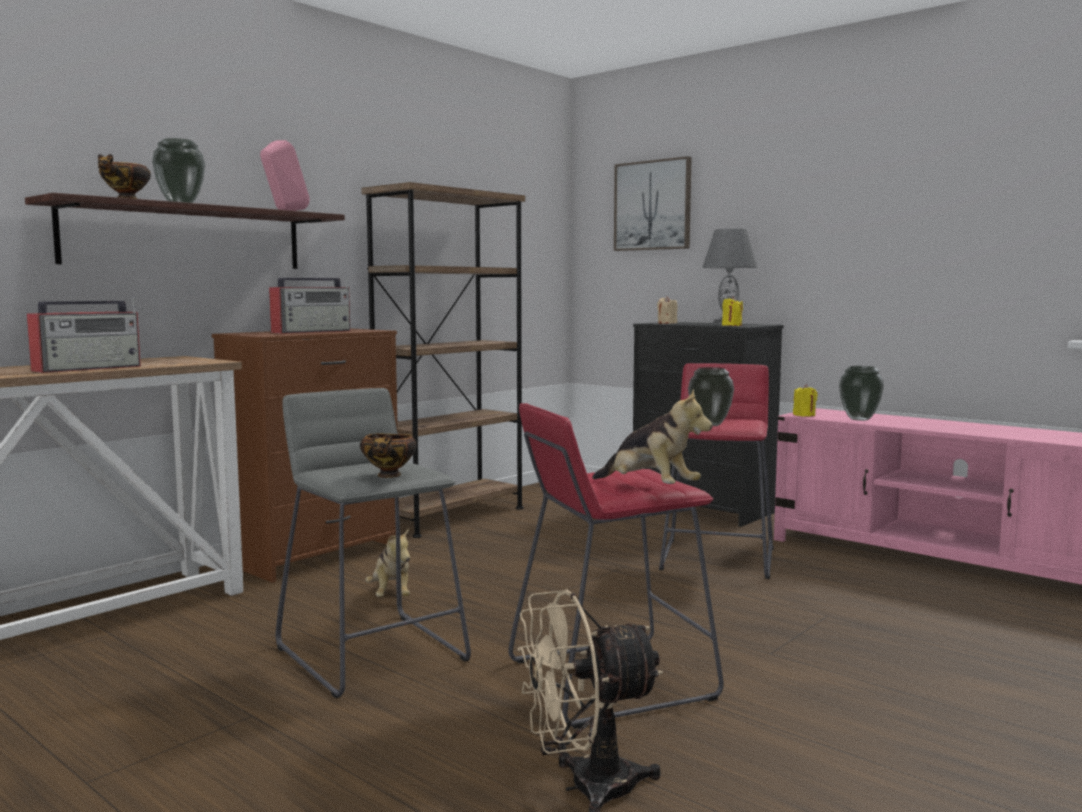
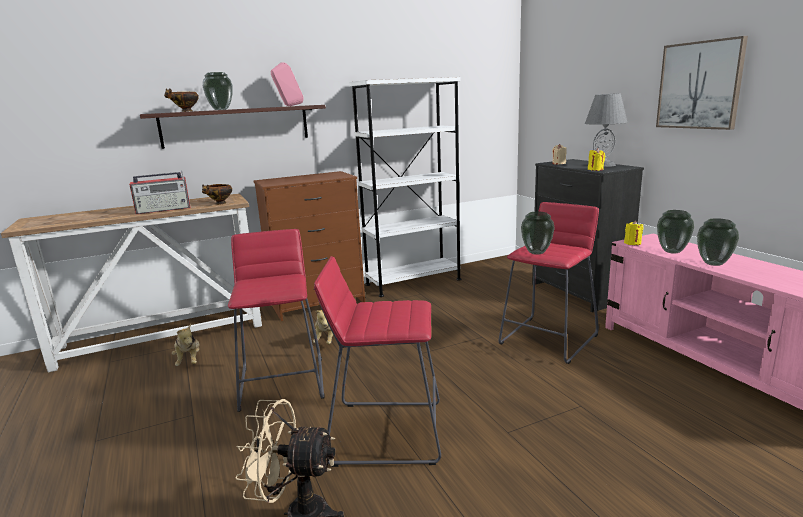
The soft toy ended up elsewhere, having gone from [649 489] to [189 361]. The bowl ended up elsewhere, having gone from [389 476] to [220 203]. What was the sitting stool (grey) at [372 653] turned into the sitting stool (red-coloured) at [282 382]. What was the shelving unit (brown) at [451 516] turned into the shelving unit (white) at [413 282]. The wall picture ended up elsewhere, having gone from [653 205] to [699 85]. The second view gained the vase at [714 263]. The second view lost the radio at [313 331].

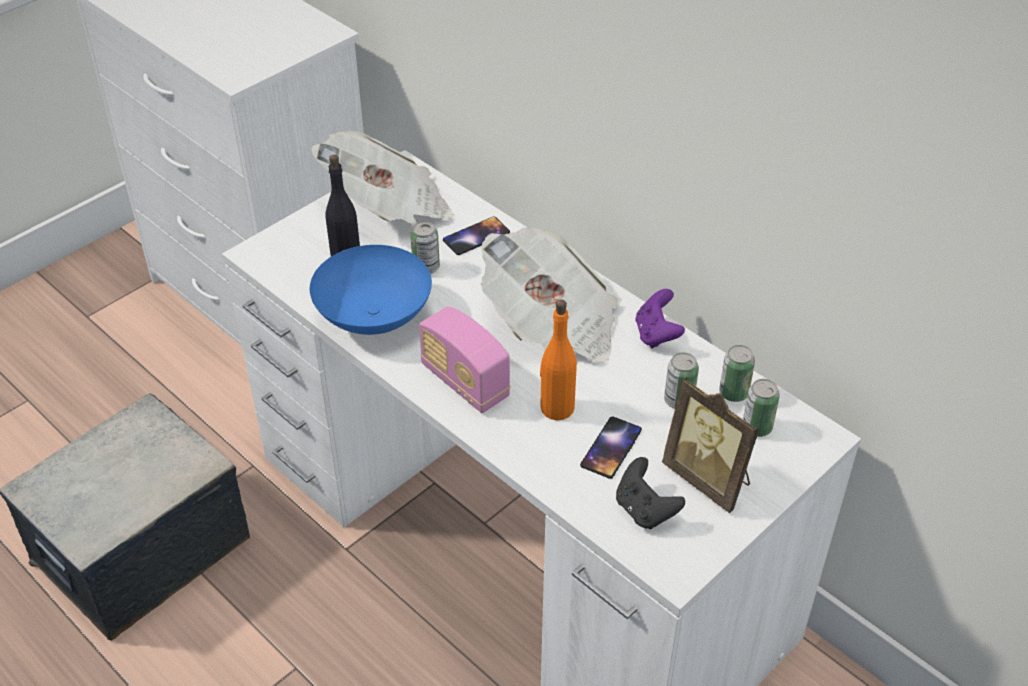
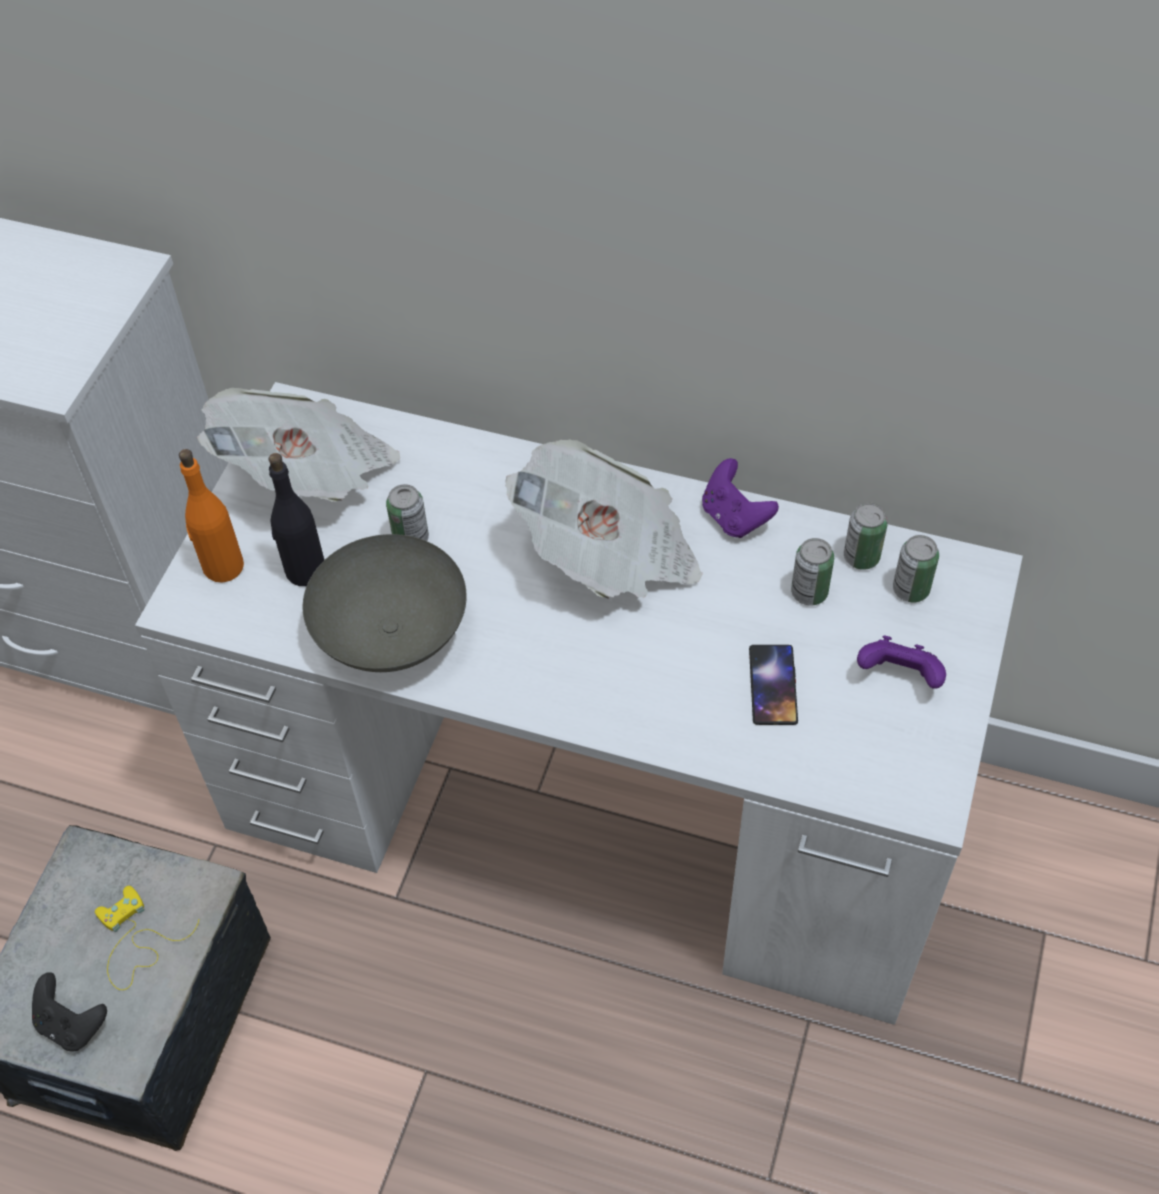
The game controller (black) ended up elsewhere, having gone from [644 510] to [72 1024]. The second view gained the game controller (yellow-coloured) at [135 940]. The drink bottle (orange) ended up elsewhere, having gone from [556 408] to [223 566]. What was the bowl (blue-coloured) at [374 316] turned into the bowl (grey) at [390 632]. Where the picture frame stood at [709 479], the game controller (purple-coloured) came to stand at [899 676]. The second view lost the radio at [465 382]. The second view lost the phone at [476 236].

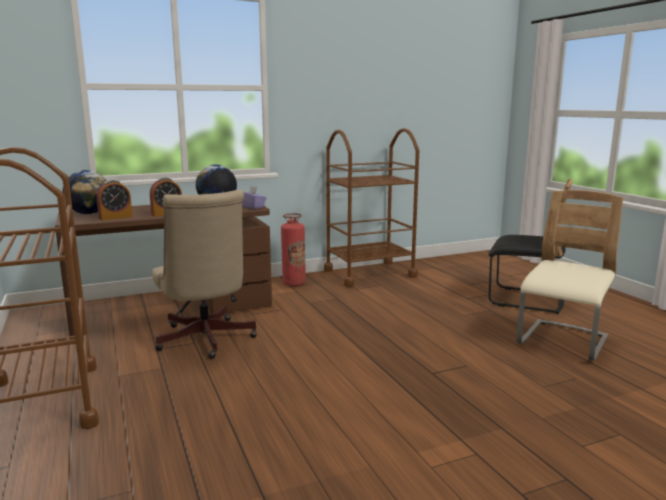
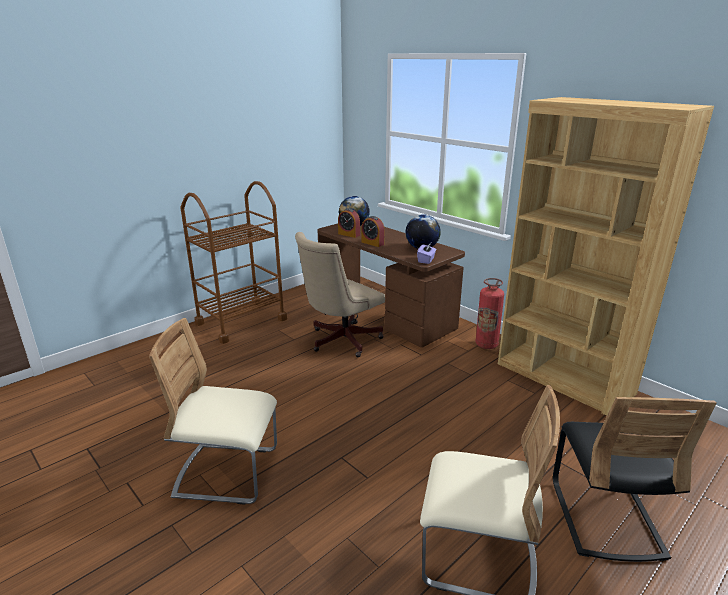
The second view gained the chair (sand-coloured) at [227 473]. Where the wheeled cart (brown) stood at [369 274], the shelving unit (brown) came to stand at [564 379].

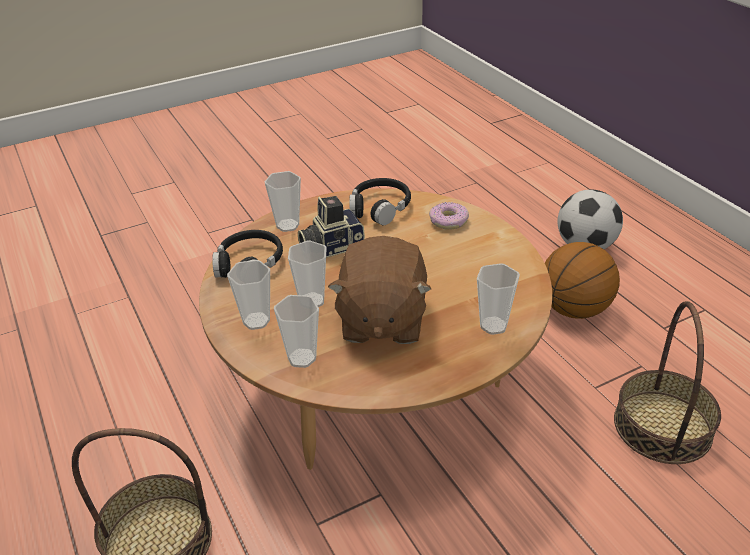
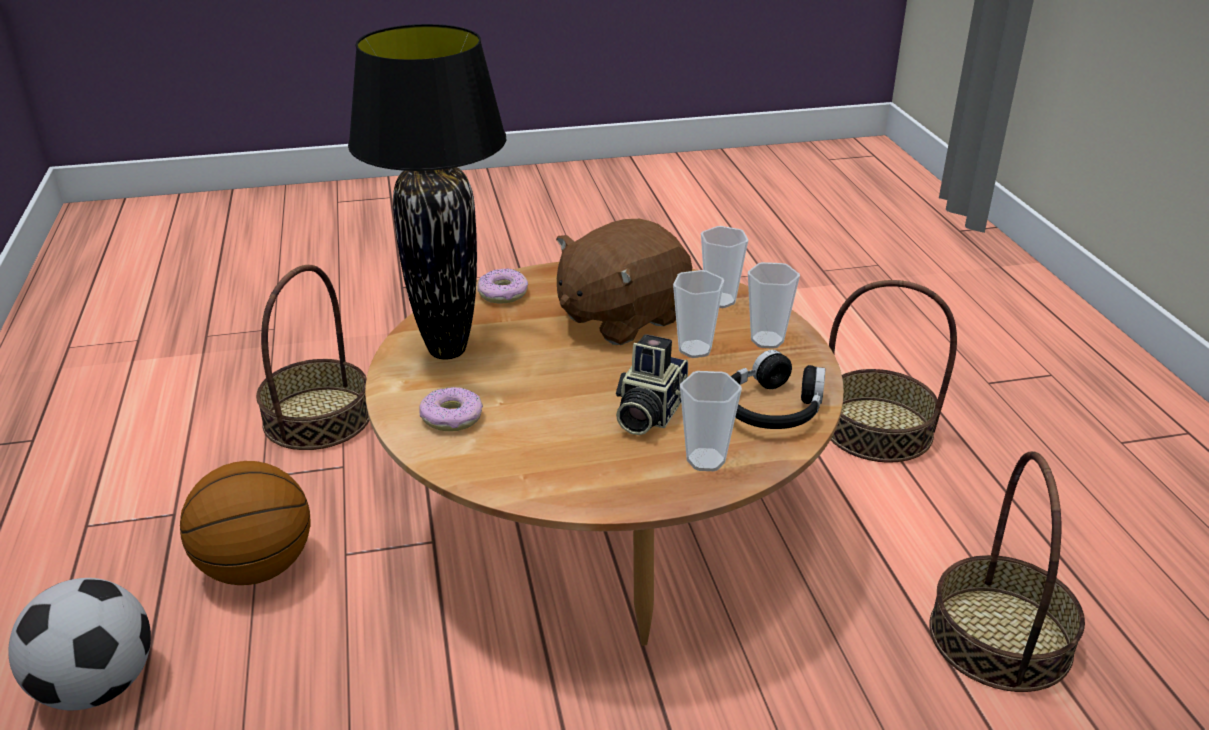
The second view gained the table lamp (black) at [447 350]. Where the small cup stood at [493 326], the ring doughnut came to stand at [503 293]. The soft toy (brown) at [381 320] ended up facing another way, 150 degrees counterclockwise from before. The photo camera at [331 246] ended up facing another way, 120 degrees clockwise from before. The second view gained the household basket at [1000 638]. The second view lost the headphones (black) at [379 208].

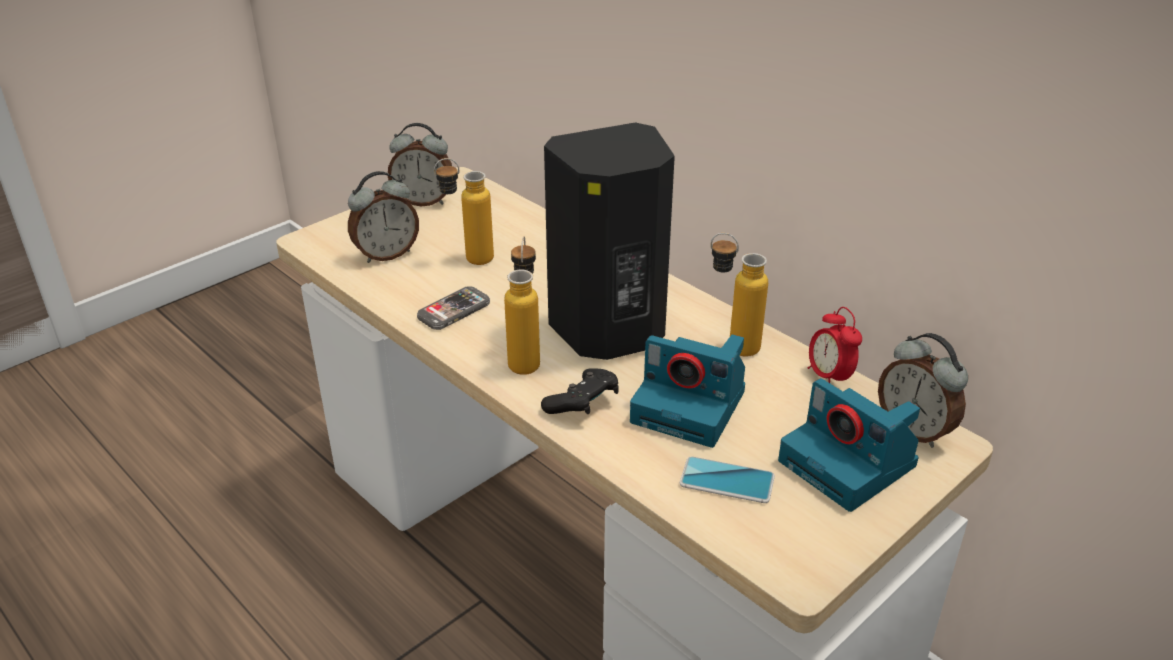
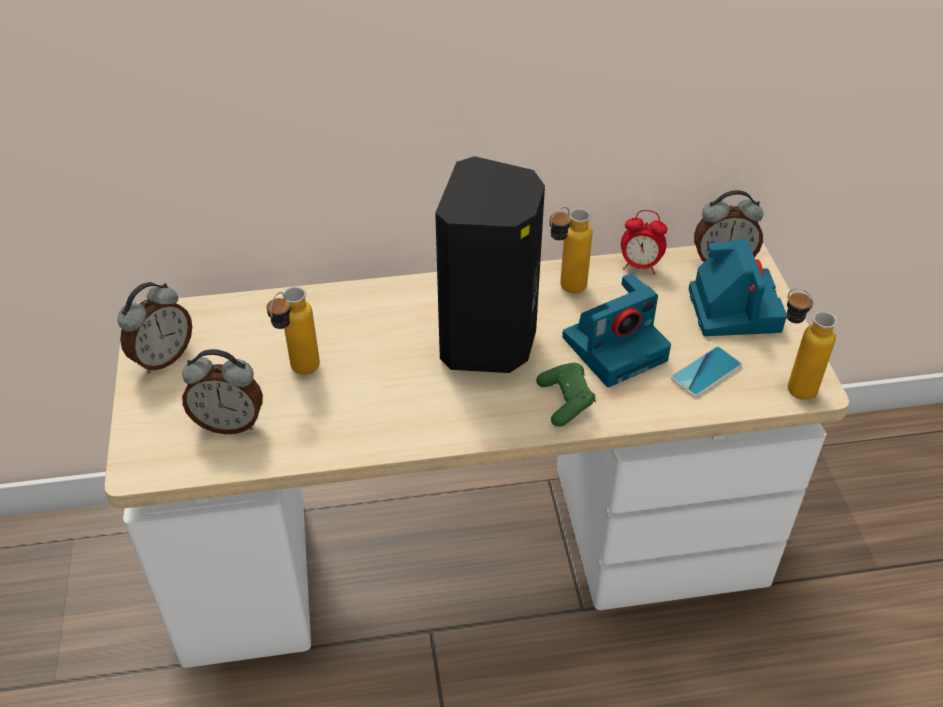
The alarm clock at [386 254] ended up facing another way, 90 degrees clockwise from before. What was the game controller (black) at [583 405] turned into the game controller (green-coloured) at [566 401]. The photo camera at [850 464] ended up facing another way, 90 degrees counterclockwise from before. The drink bottle ended up elsewhere, having gone from [525 358] to [790 384]. The second view lost the phone at [454 310].

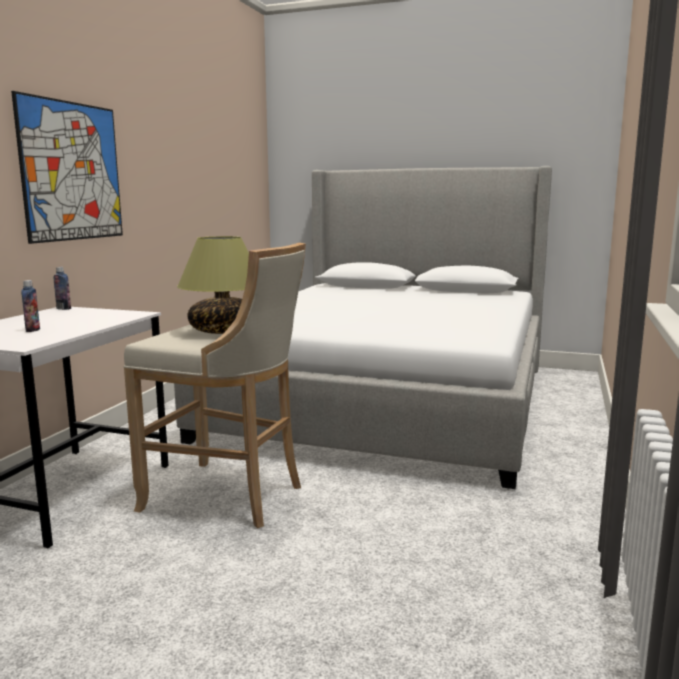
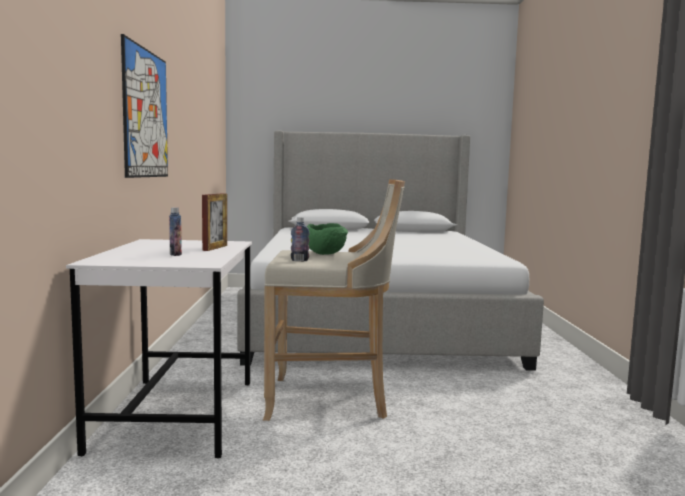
The second view gained the picture frame at [215 248]. The drink bottle ended up elsewhere, having gone from [63 308] to [299 260]. Where the table lamp stood at [224 331], the bowl (green-coloured) came to stand at [326 254].

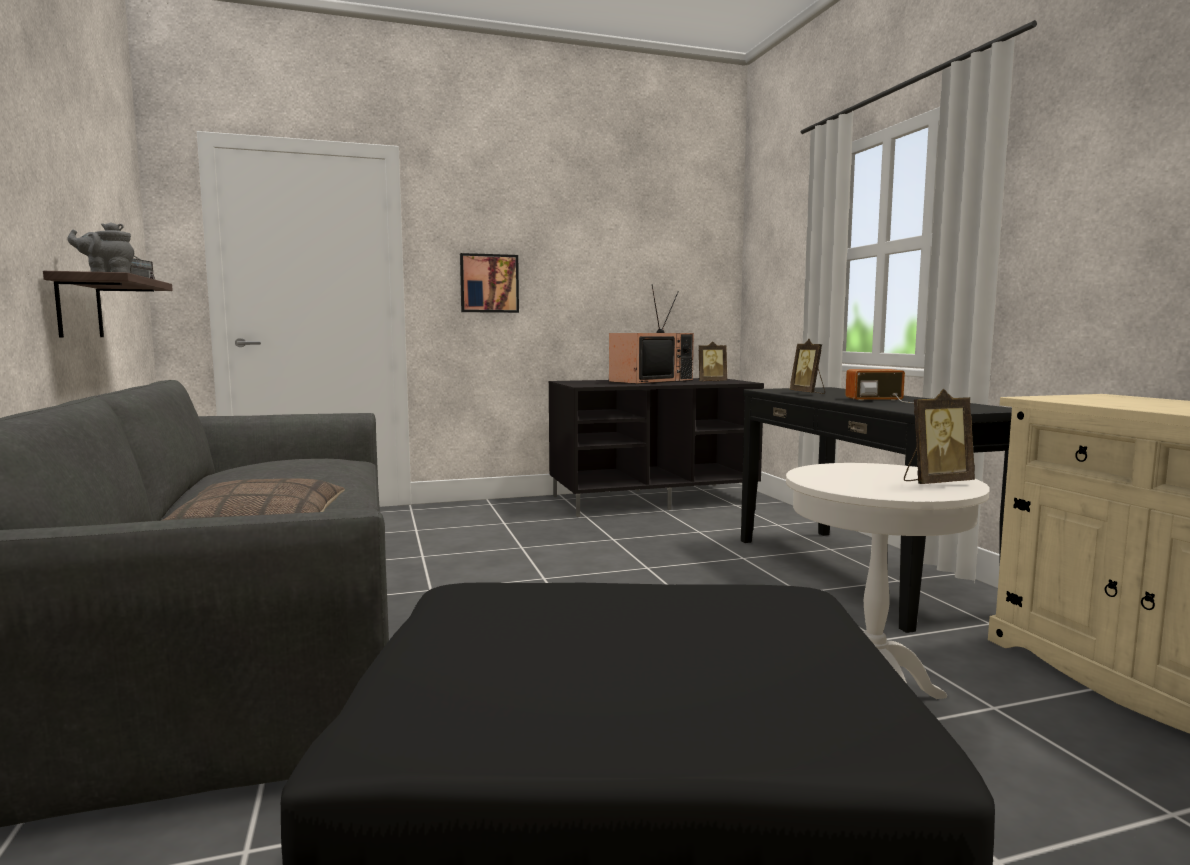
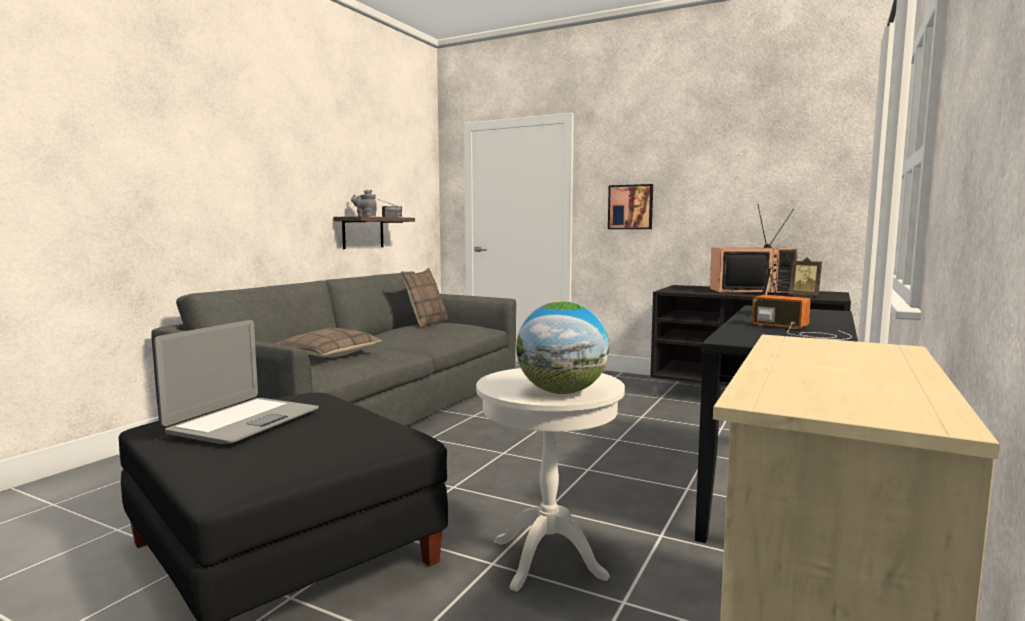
The second view gained the notebook computer at [243 422]. The second view gained the throw pillow at [426 323]. Where the picture frame stood at [935 483], the desk globe came to stand at [561 392].

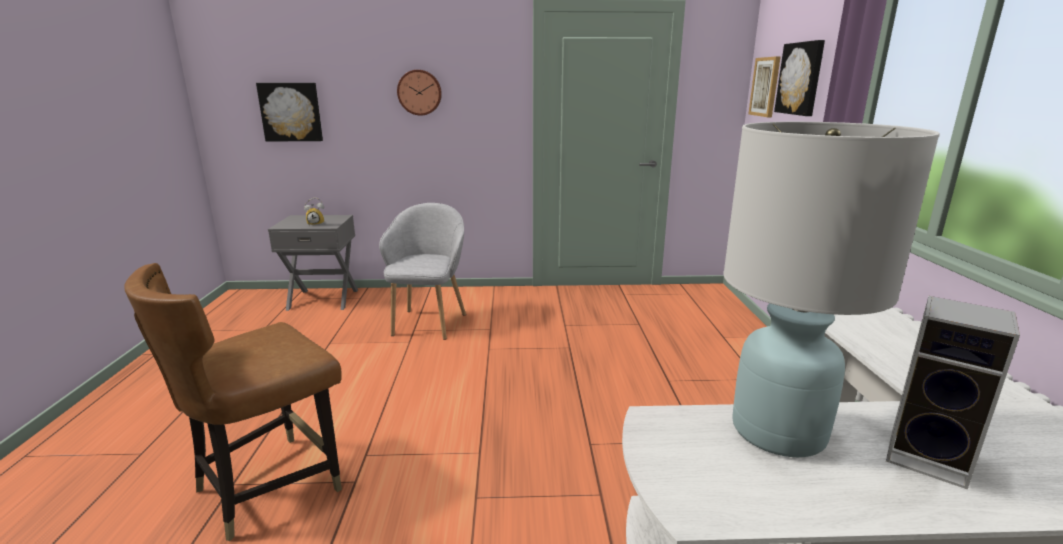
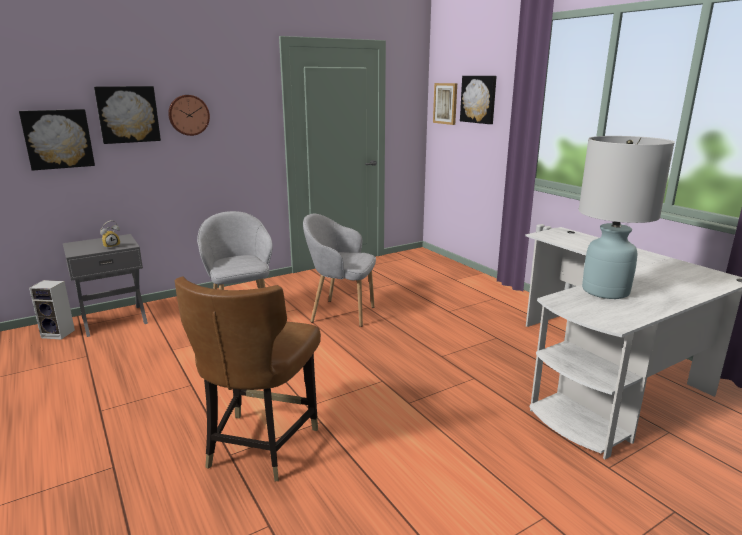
The audio speaker ended up elsewhere, having gone from [930 458] to [59 334]. The second view gained the wall picture at [128 114]. The second view gained the armchair (grey) at [341 313].

